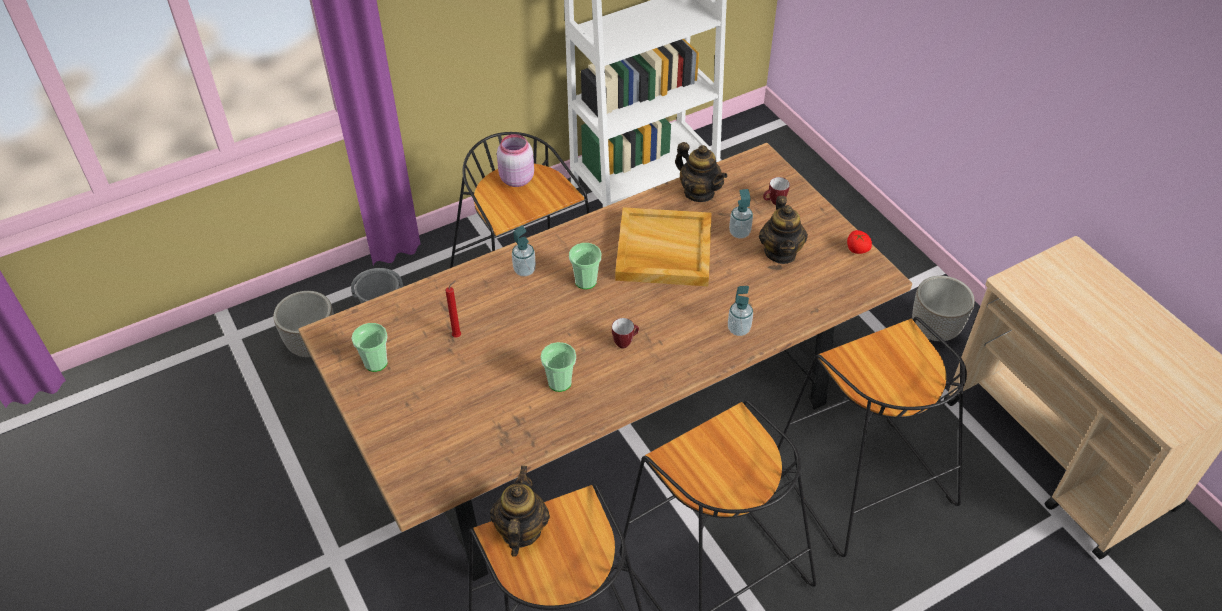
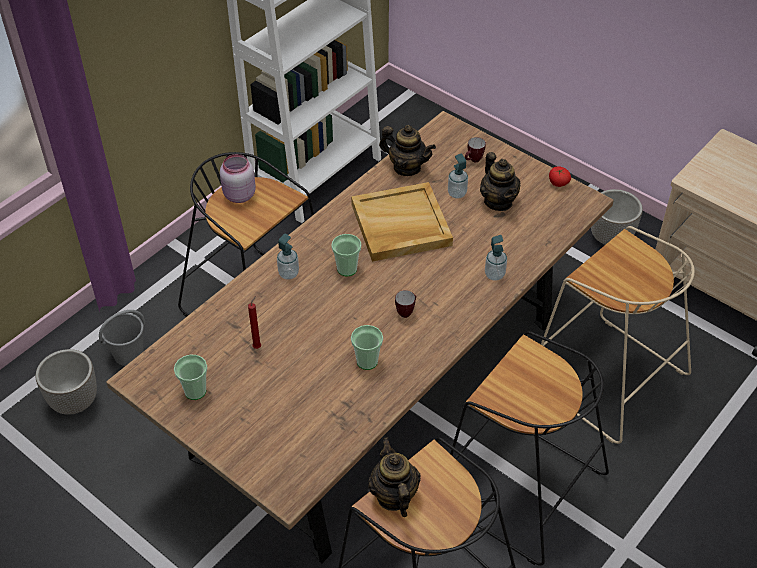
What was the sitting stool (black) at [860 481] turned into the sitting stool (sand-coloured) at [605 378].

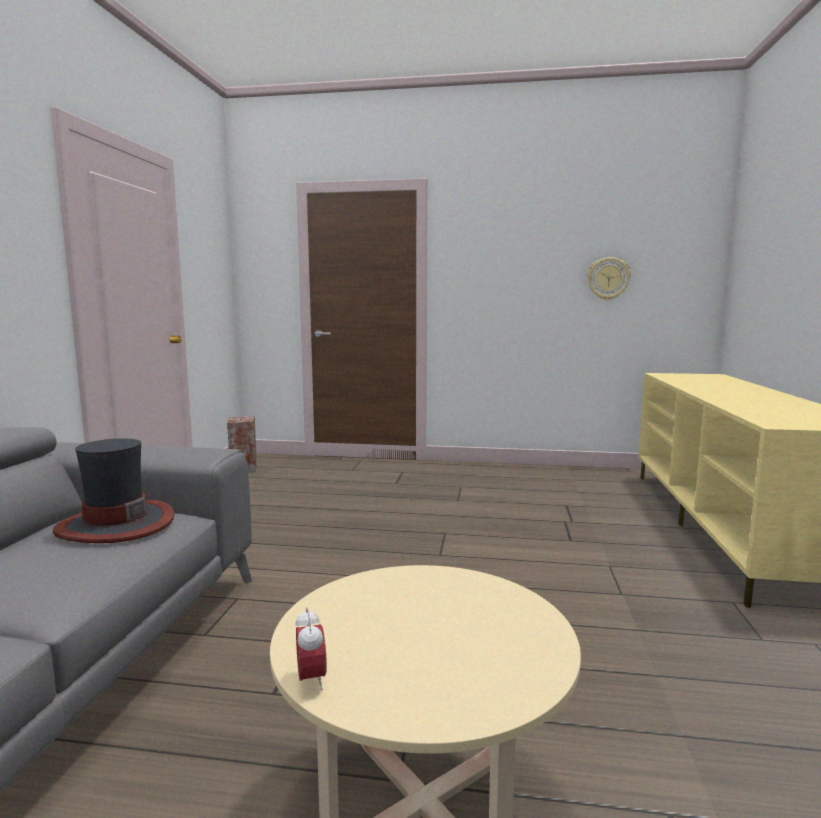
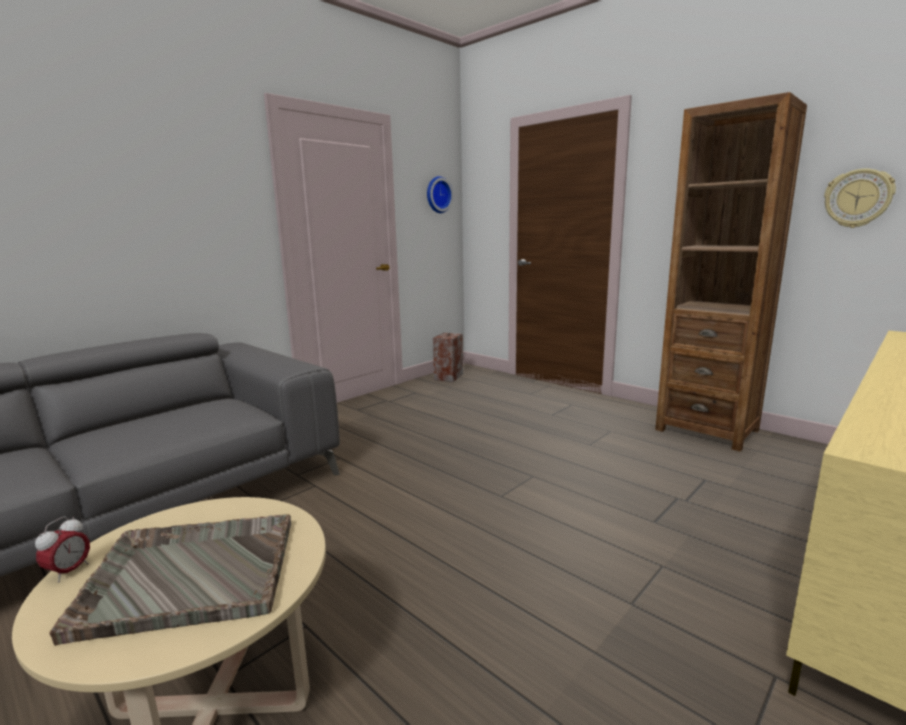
The second view gained the serving tray (grey) at [189 575]. The second view gained the wall clock at [437 195]. The second view gained the shelving unit (brown) at [707 430]. The second view lost the hat at [115 524].

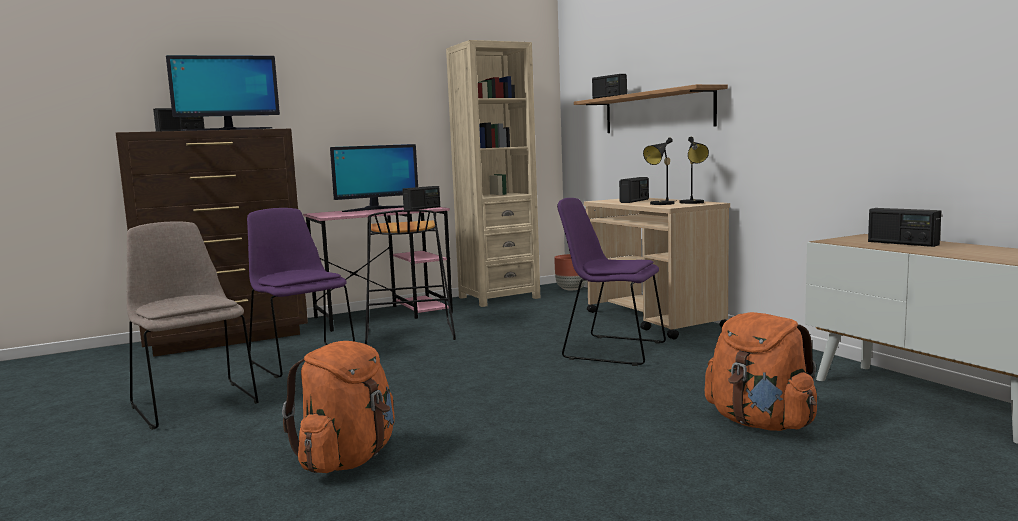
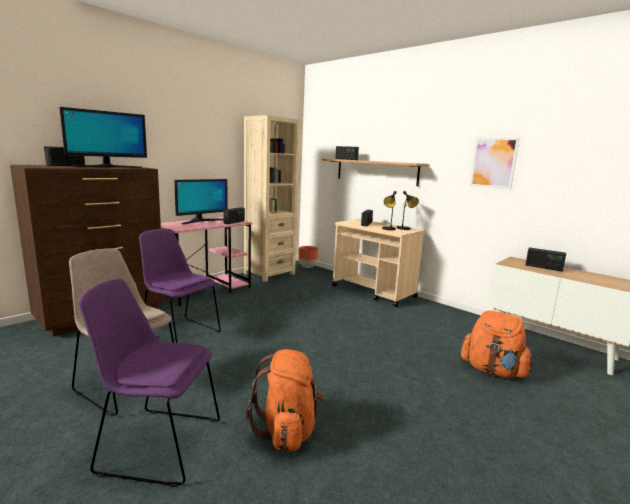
The chair (purple-coloured) ended up elsewhere, having gone from [610 350] to [157 444]. The second view gained the wall picture at [493 163]. The second view lost the sitting stool (black) at [408 333].

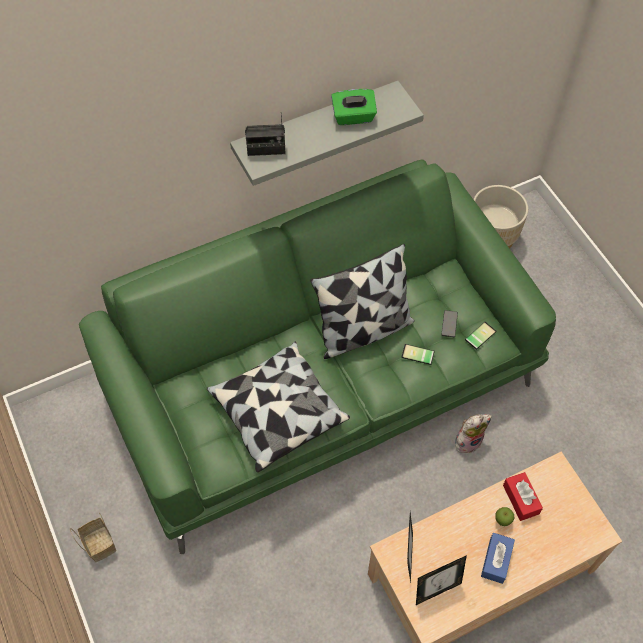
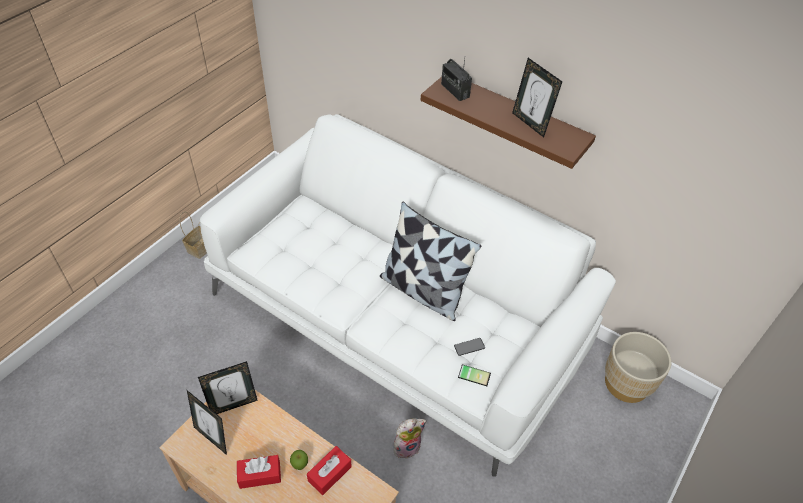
What was the sofa (green-coloured) at [321 380] turned into the sofa (white) at [398 317]. What was the tissue box (blue-coloured) at [496 560] turned into the tissue box (red-coloured) at [260 475]. The soft toy at [468 441] ended up facing another way, 60 degrees counterclockwise from before. What was the wall shelf (grey) at [316 128] turned into the wall shelf (brown) at [514 121]. Where the tissue box (green-coloured) stood at [353 117], the picture frame came to stand at [530 123]. The second view lost the throw pillow at [277 412]. The second view lost the phone at [417 356].

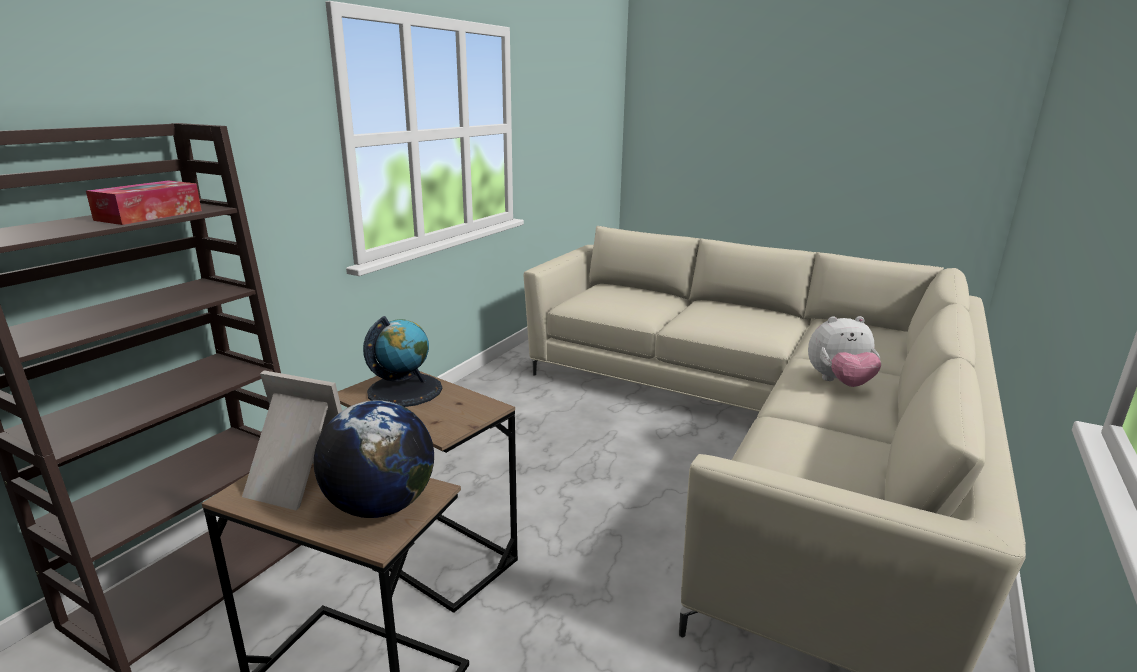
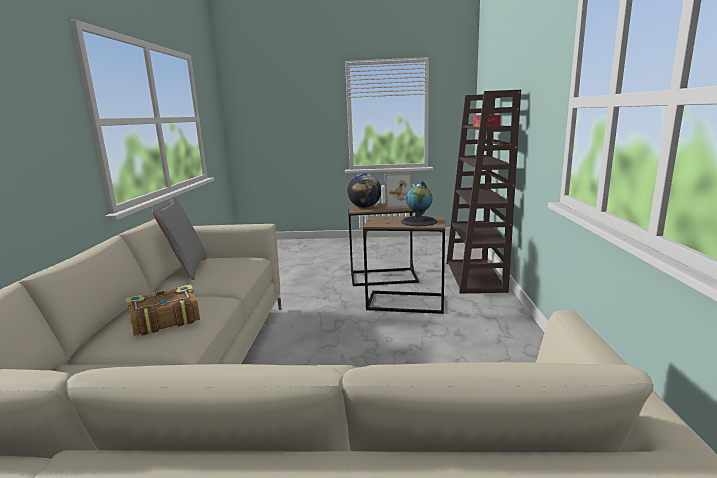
Where the soft toy stood at [839 383], the bound book came to stand at [164 319]. The second view gained the throw pillow (grey) at [188 269].

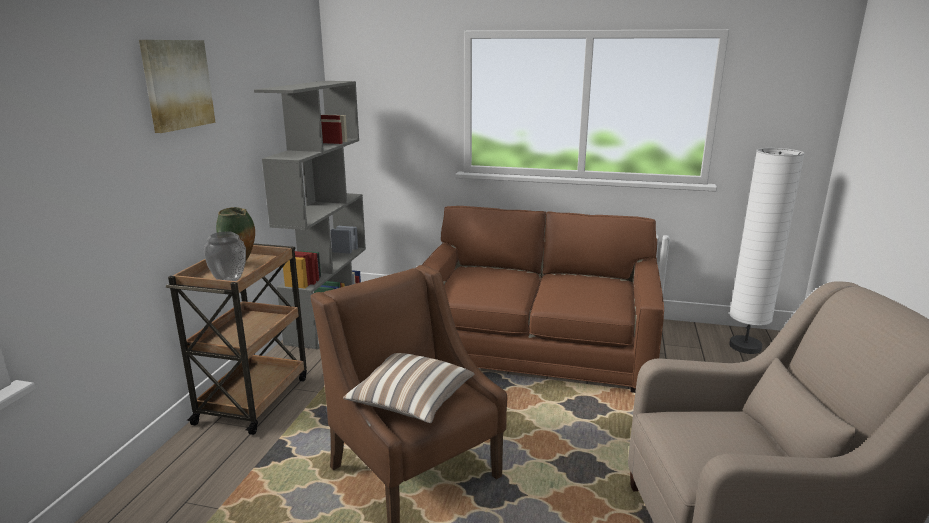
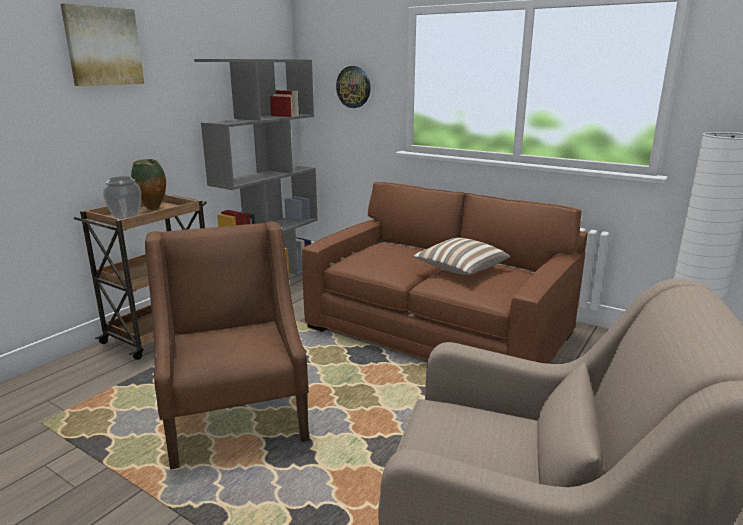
The second view gained the wall clock at [353 87]. The throw pillow ended up elsewhere, having gone from [410 403] to [460 270].

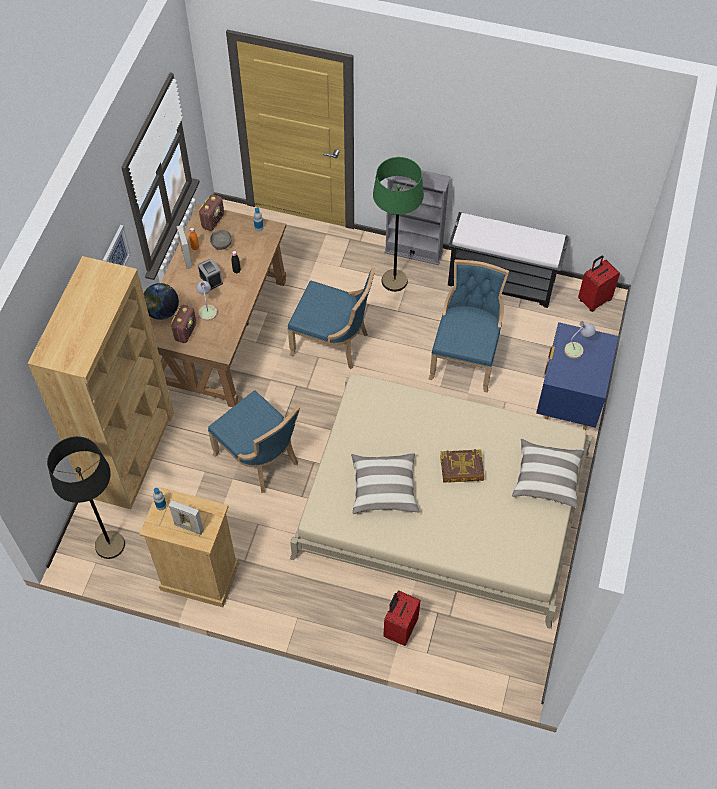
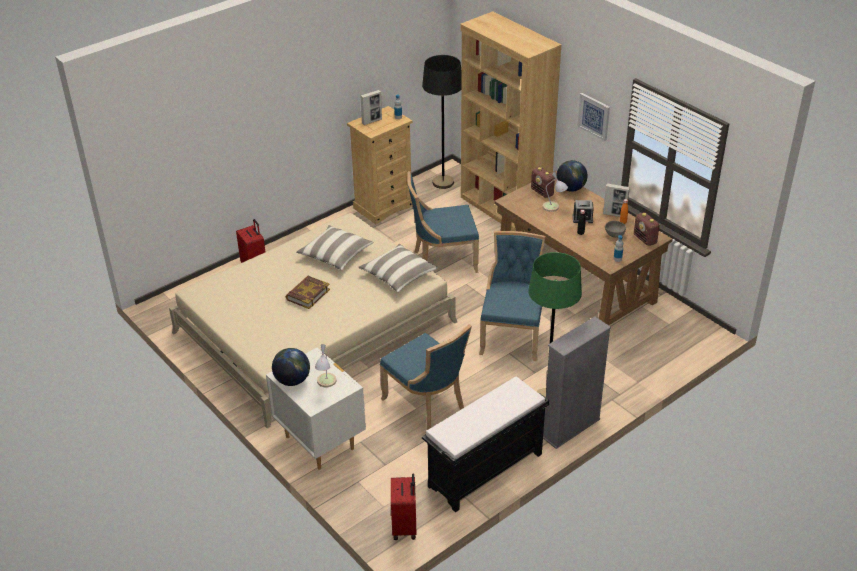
What was the bedside table (blue-coloured) at [568 404] turned into the bedside table (white) at [320 442]. The second view gained the desk globe at [292 380]. The throw pillow ended up elsewhere, having gone from [547 478] to [398 275]. The chair (blue-coloured) at [333 343] ended up facing another way, 135 degrees clockwise from before.

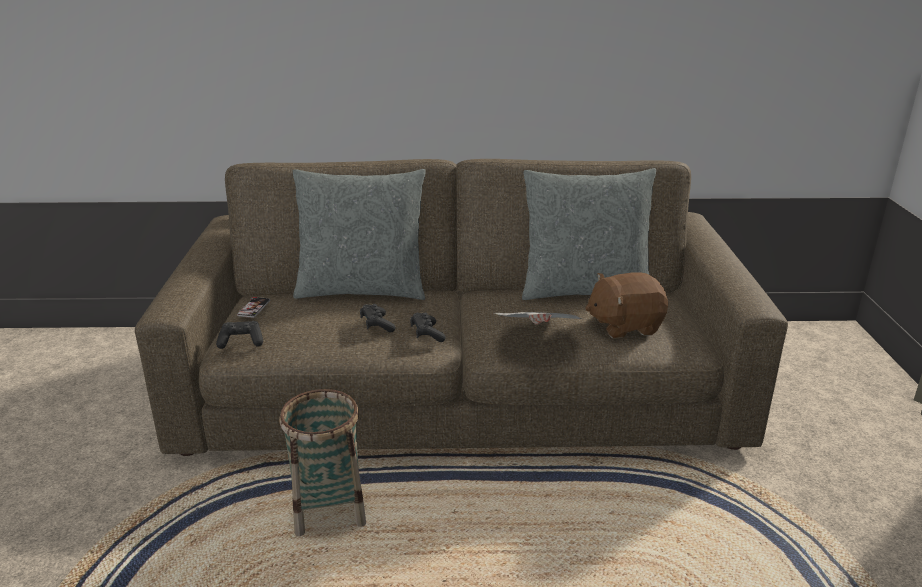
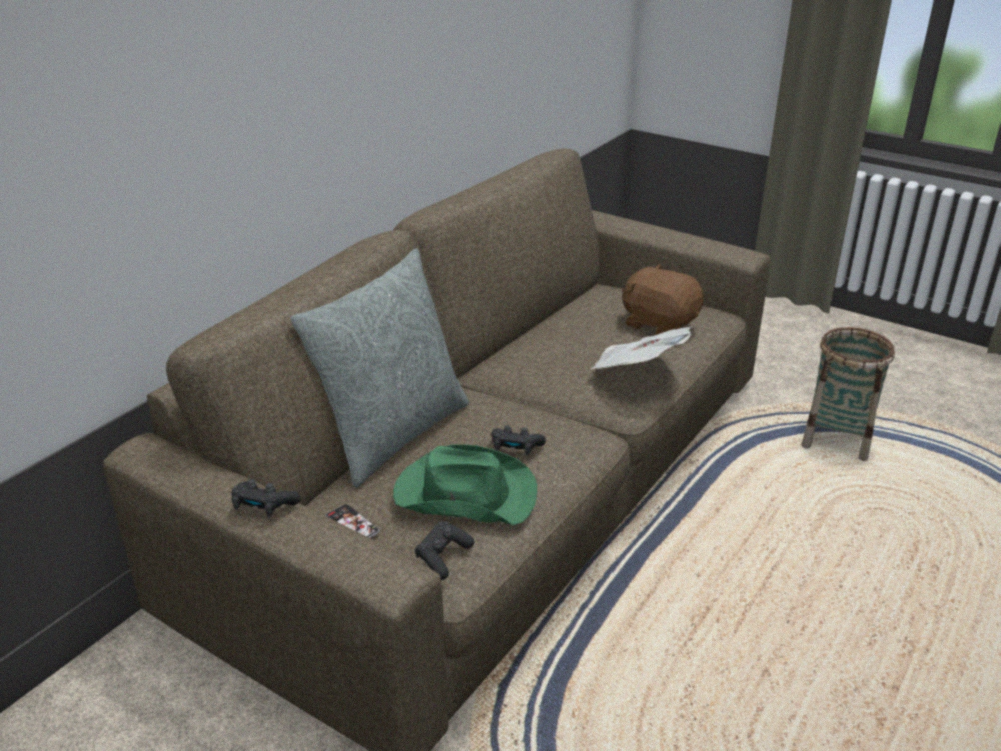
The game controller (black) ended up elsewhere, having gone from [427 334] to [263 507]. The second view gained the hat (green-coloured) at [463 494]. The soft toy (brown) at [624 325] ended up facing another way, 105 degrees clockwise from before. The household basket ended up elsewhere, having gone from [329 508] to [837 438]. The second view lost the throw pillow (grey) at [584 290].

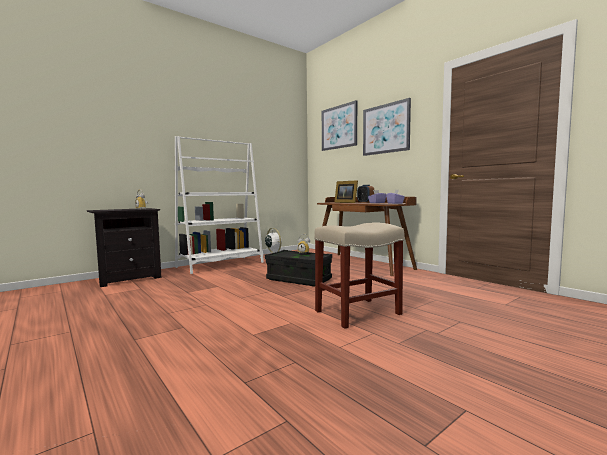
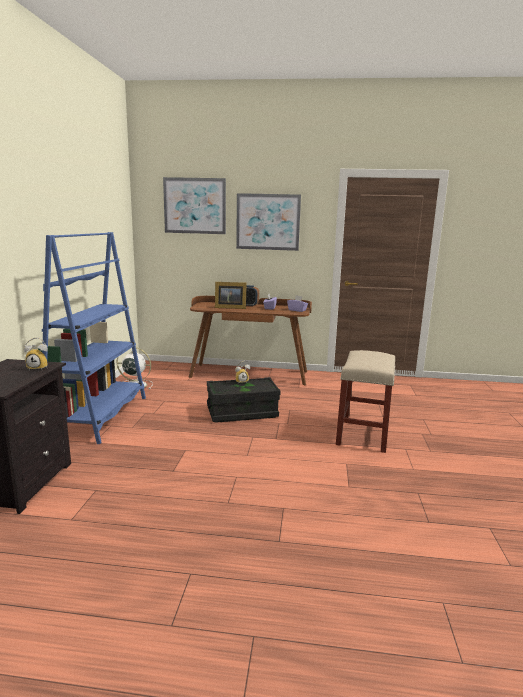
What was the shelving unit (white) at [220 265] turned into the shelving unit (blue-coloured) at [98 417].

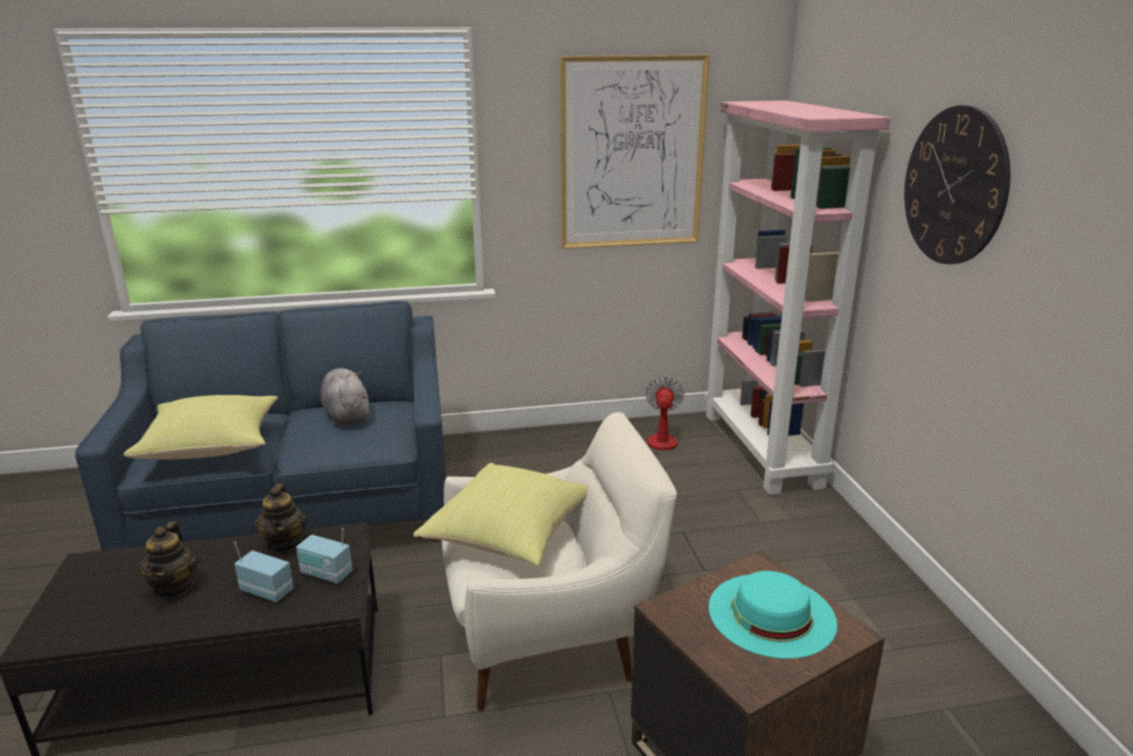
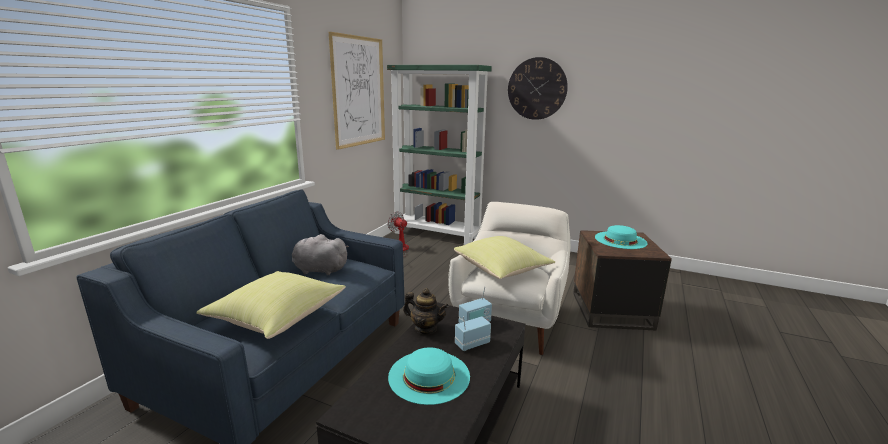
What was the shelving unit (pink-coloured) at [762 449] turned into the shelving unit (green-coloured) at [438 235]. Where the tea pot stood at [174 586], the hat (blue-green) came to stand at [429 376].

